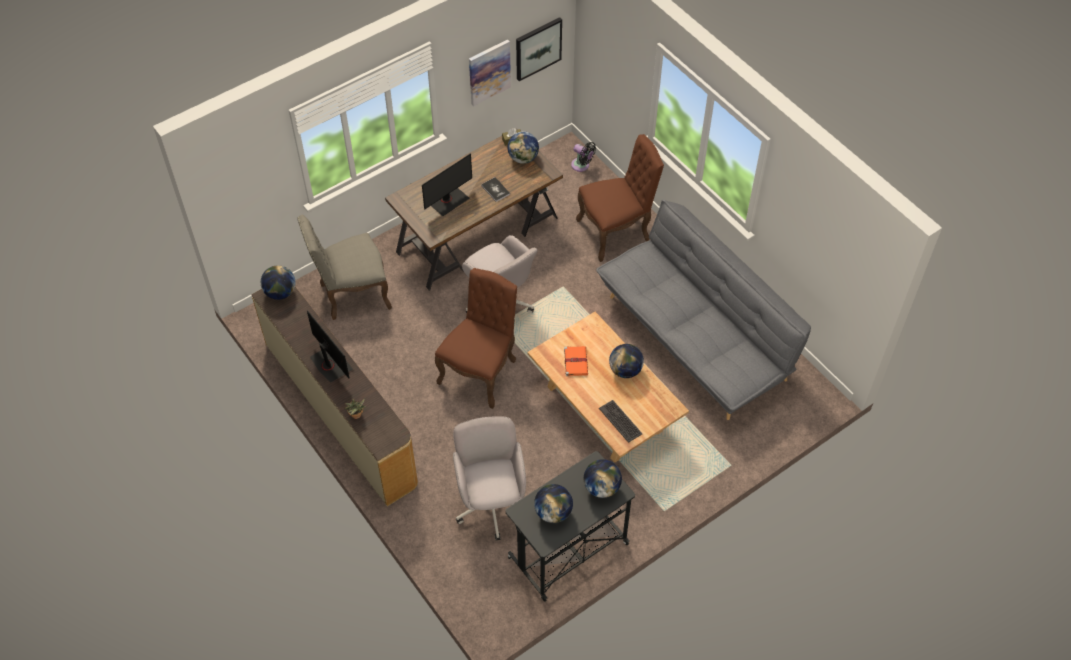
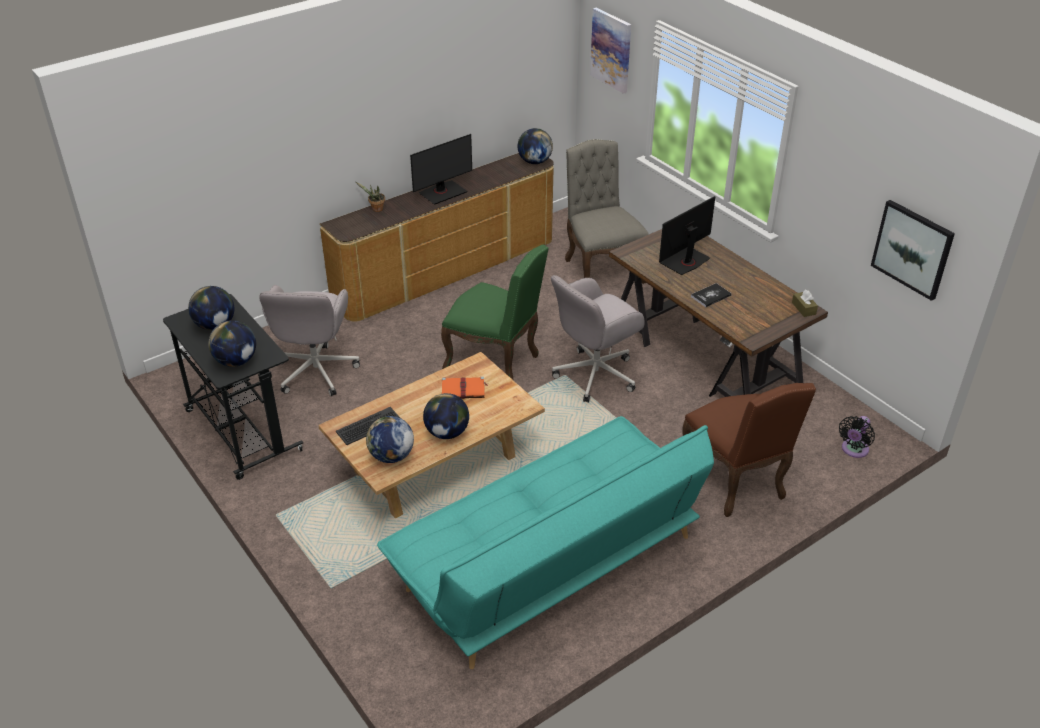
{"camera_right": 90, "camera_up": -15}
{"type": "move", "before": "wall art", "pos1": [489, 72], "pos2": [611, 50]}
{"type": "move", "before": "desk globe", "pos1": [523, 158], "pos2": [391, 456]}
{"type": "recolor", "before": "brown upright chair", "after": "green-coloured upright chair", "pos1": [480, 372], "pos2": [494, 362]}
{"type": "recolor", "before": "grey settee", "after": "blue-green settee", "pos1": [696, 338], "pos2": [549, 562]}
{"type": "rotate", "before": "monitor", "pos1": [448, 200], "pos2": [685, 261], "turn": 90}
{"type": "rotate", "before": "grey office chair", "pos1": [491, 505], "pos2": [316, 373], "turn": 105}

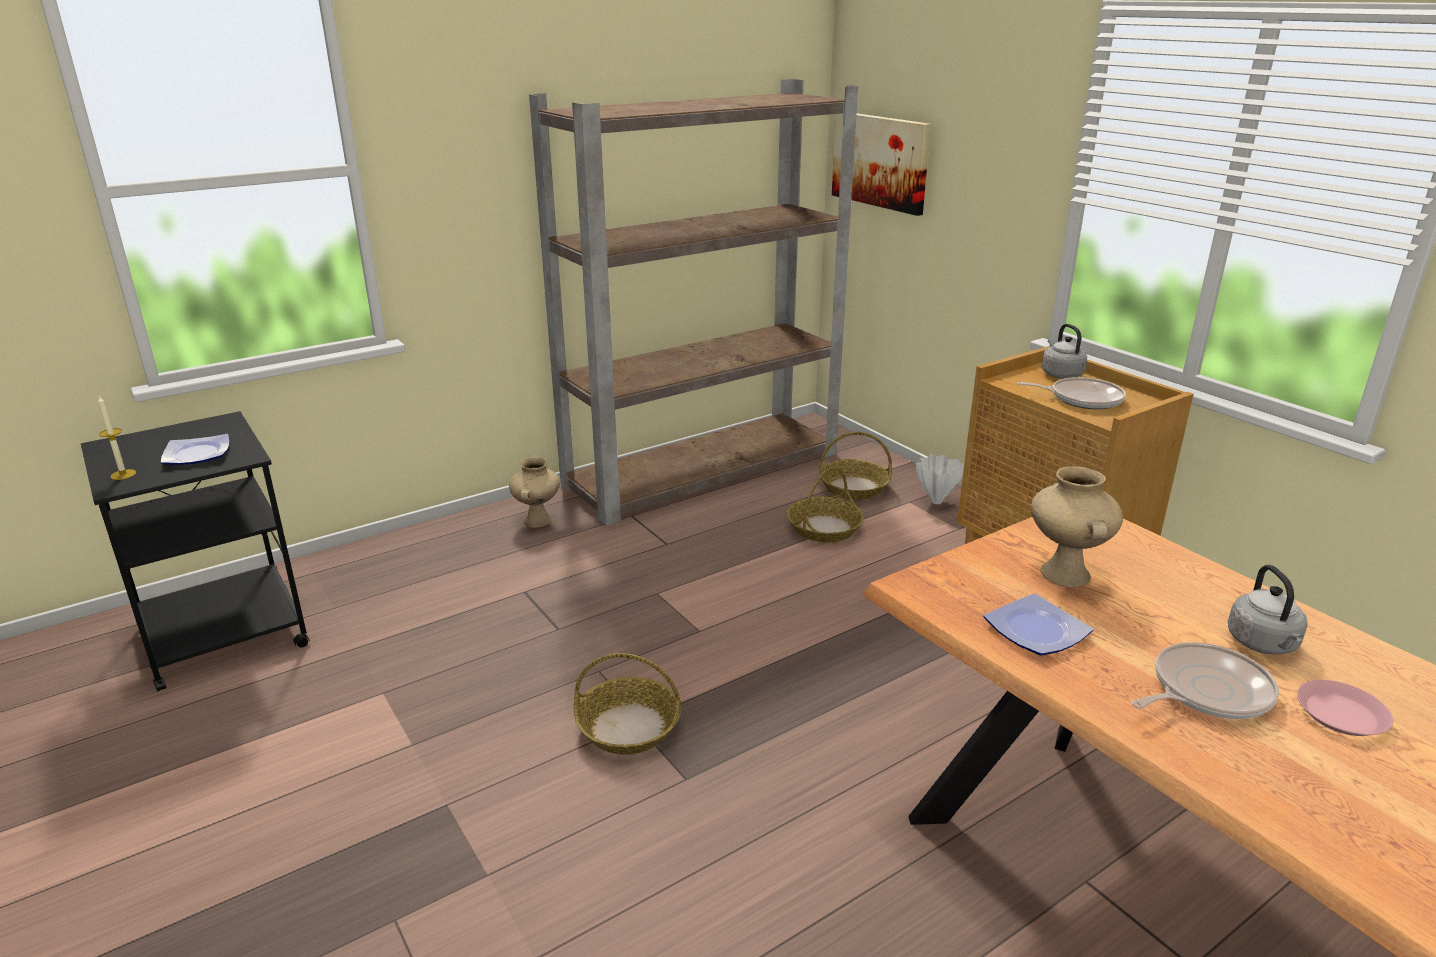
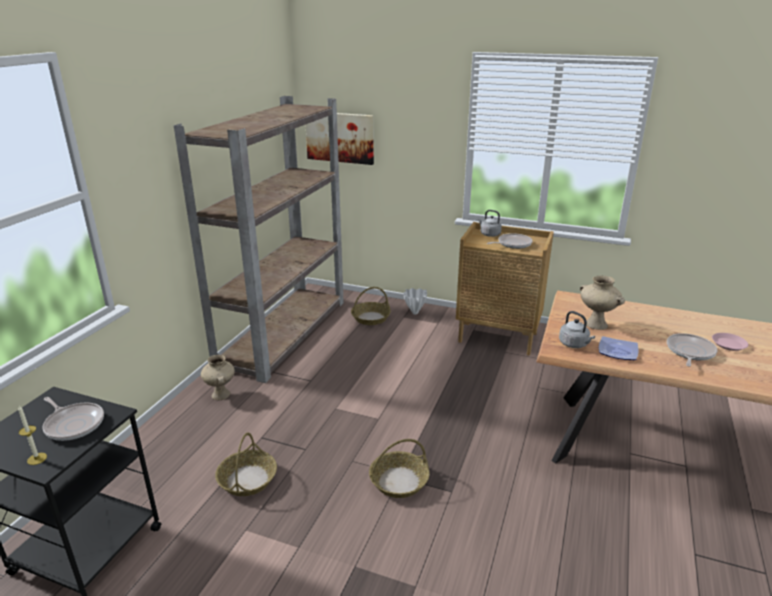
{"camera_right": -35, "camera_up": 0}
{"type": "move", "before": "basket", "pos1": [824, 528], "pos2": [247, 479]}
{"type": "move", "before": "grey tea kettle", "pos1": [1263, 644], "pos2": [574, 344]}
{"type": "replace", "before": "dinner plate", "after": "frying pan", "pos1": [198, 454], "pos2": [74, 424]}

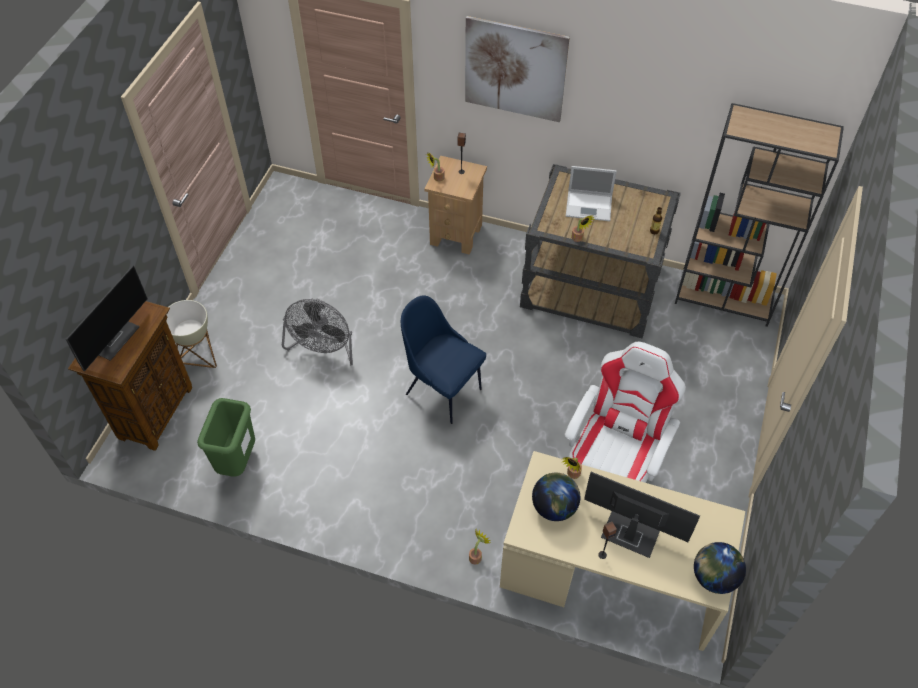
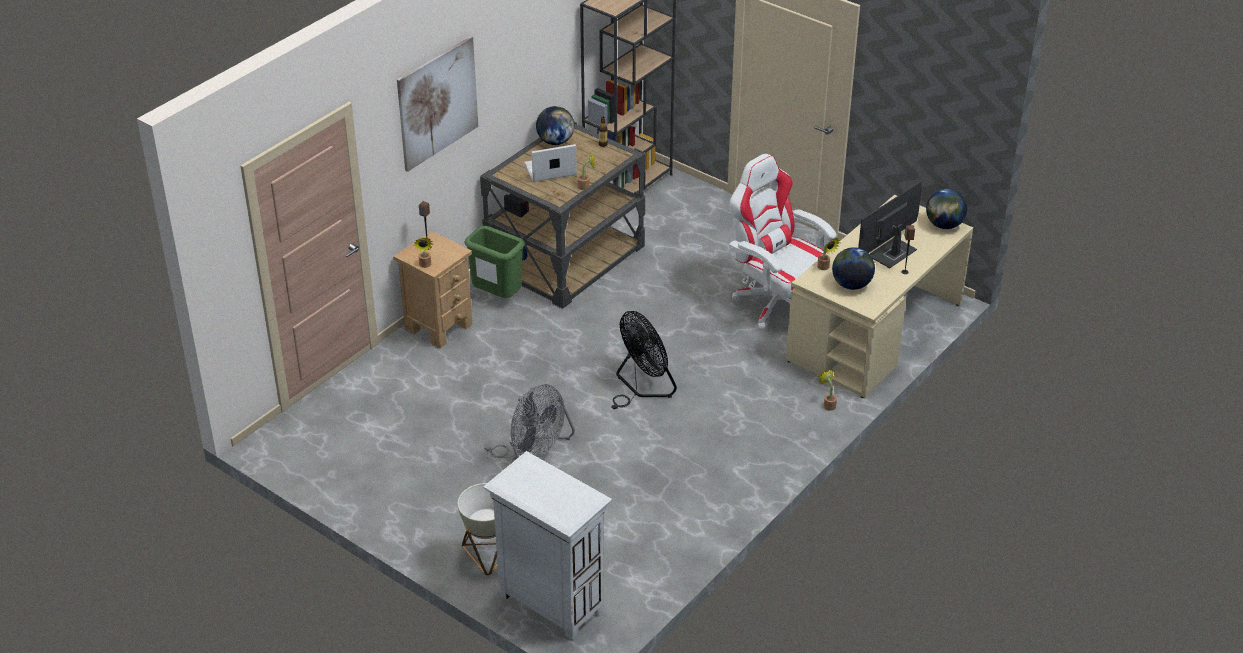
{"camera_right": -70, "camera_up": -15}
{"type": "delete", "before": "monitor", "pos1": [114, 338]}
{"type": "insert", "after": "desk globe", "pos2": [555, 141]}
{"type": "move", "before": "green-coloured waste bin", "pos1": [237, 461], "pos2": [496, 297]}
{"type": "replace", "before": "blue upright chair", "after": "blackish fan", "pos1": [442, 392], "pos2": [638, 384]}
{"type": "recolor", "before": "brown cupboard", "after": "white cupboard", "pos1": [155, 412], "pos2": [549, 603]}
{"type": "rotate", "before": "notebook computer", "pos1": [590, 206], "pos2": [549, 170], "turn": -135}

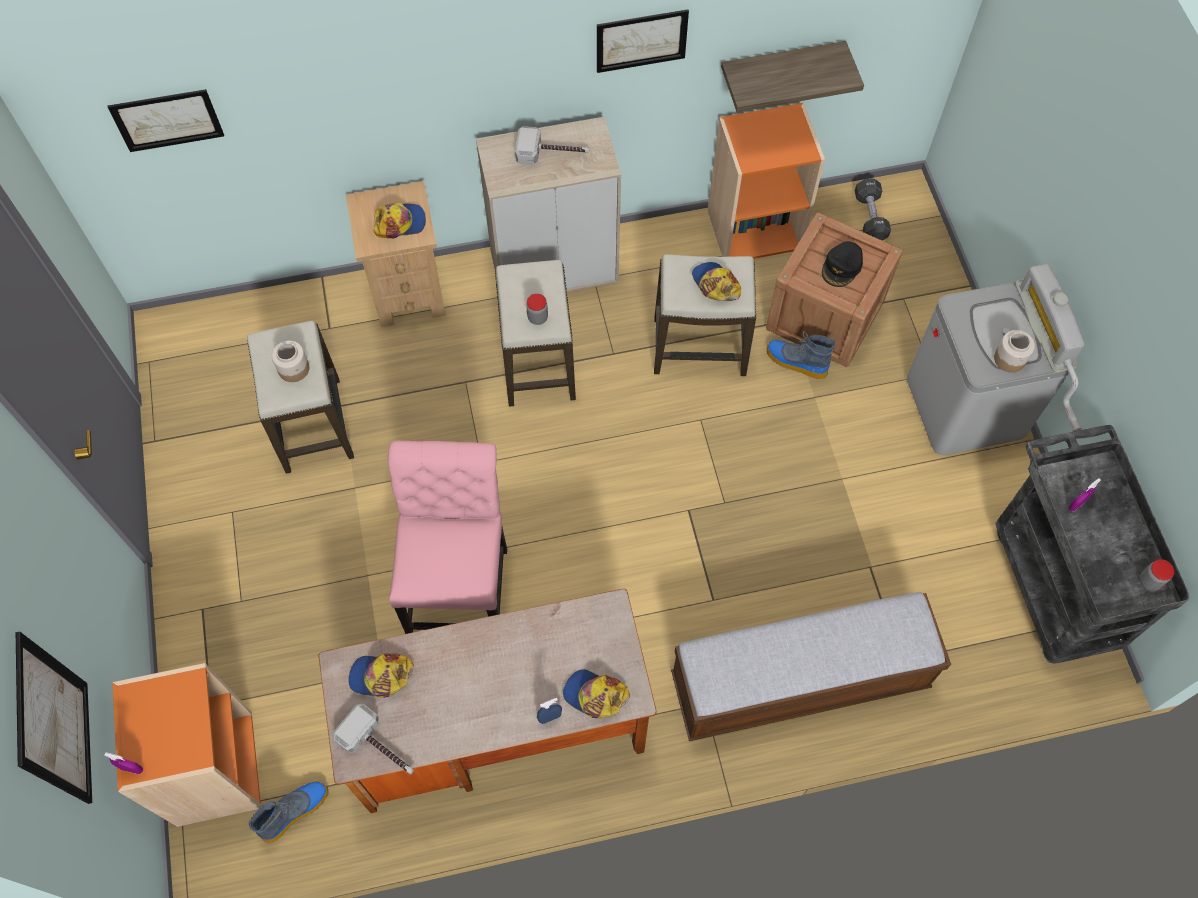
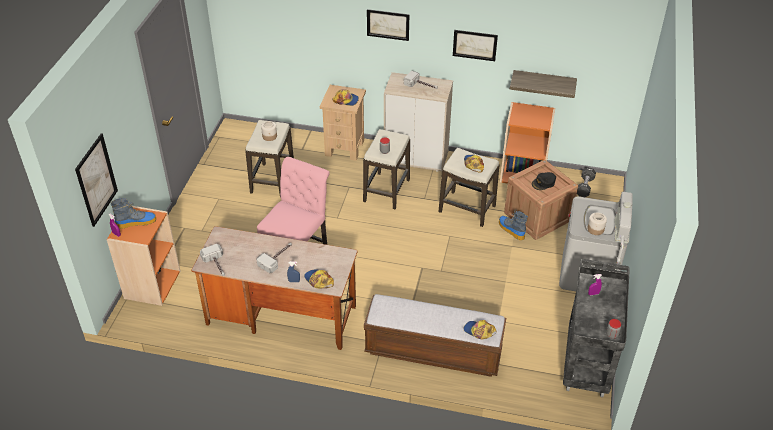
{"camera_right": 25, "camera_up": -20}
{"type": "insert", "after": "hand hammer", "pos2": [277, 258]}
{"type": "move", "before": "wall art", "pos1": [167, 120], "pos2": [388, 24]}
{"type": "move", "before": "boot", "pos1": [295, 811], "pos2": [136, 222]}
{"type": "move", "before": "peaked cap", "pos1": [381, 676], "pos2": [479, 331]}

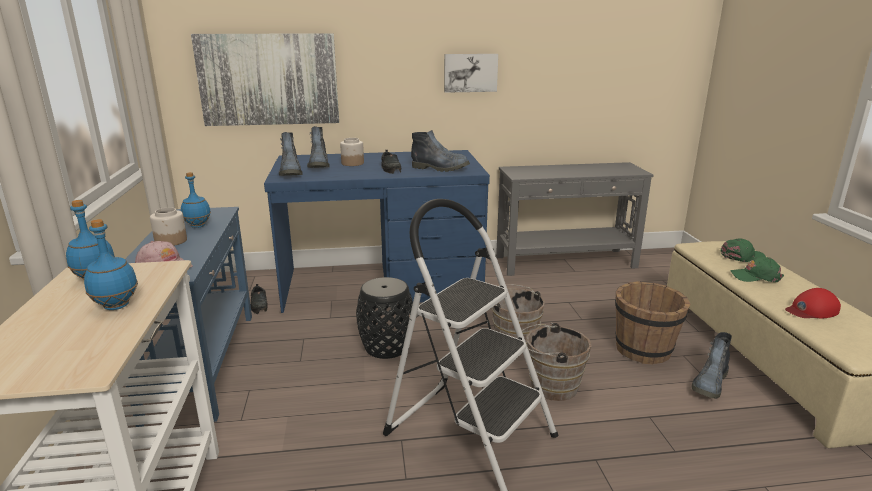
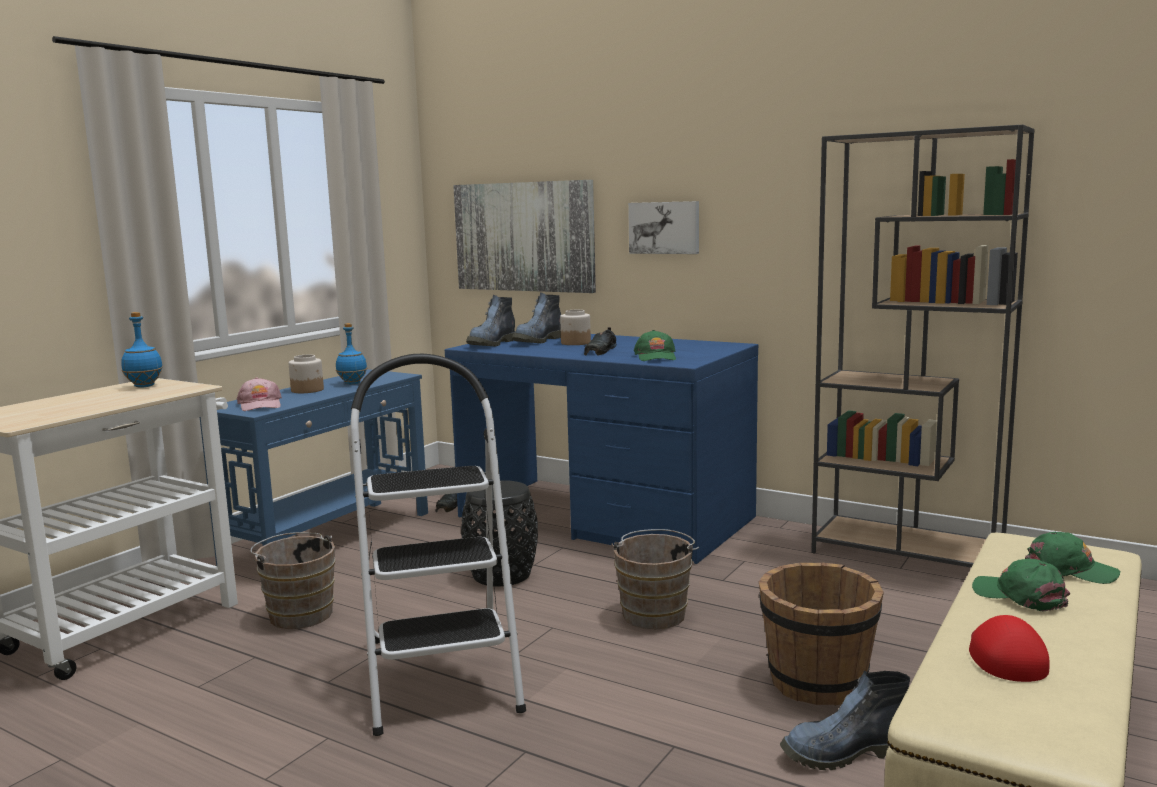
{"camera_right": 40, "camera_up": -10}
{"type": "delete", "before": "blue beverage bottle", "pos1": [117, 306]}
{"type": "move", "before": "wall art", "pos1": [470, 72], "pos2": [664, 227]}
{"type": "move", "before": "brown water bucket", "pos1": [549, 386], "pos2": [299, 613]}
{"type": "replace", "before": "boot", "after": "green-coloured peaked cap", "pos1": [441, 168], "pos2": [656, 357]}
{"type": "replace", "before": "grey narrow table", "after": "shelving unit", "pos1": [566, 262], "pos2": [908, 554]}
{"type": "rotate", "before": "reddish peaked cap", "pos1": [811, 310], "pos2": [1005, 656], "turn": 75}

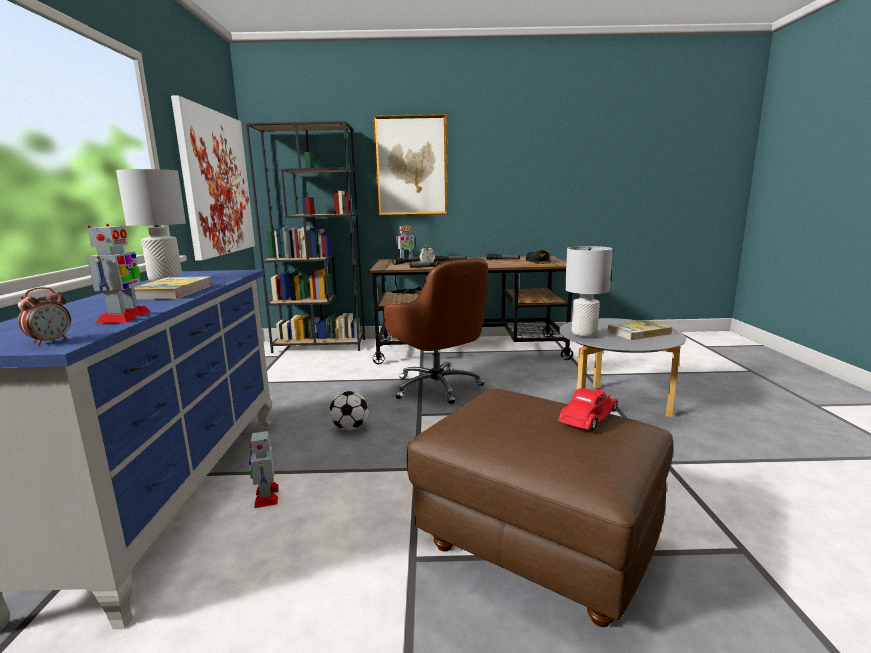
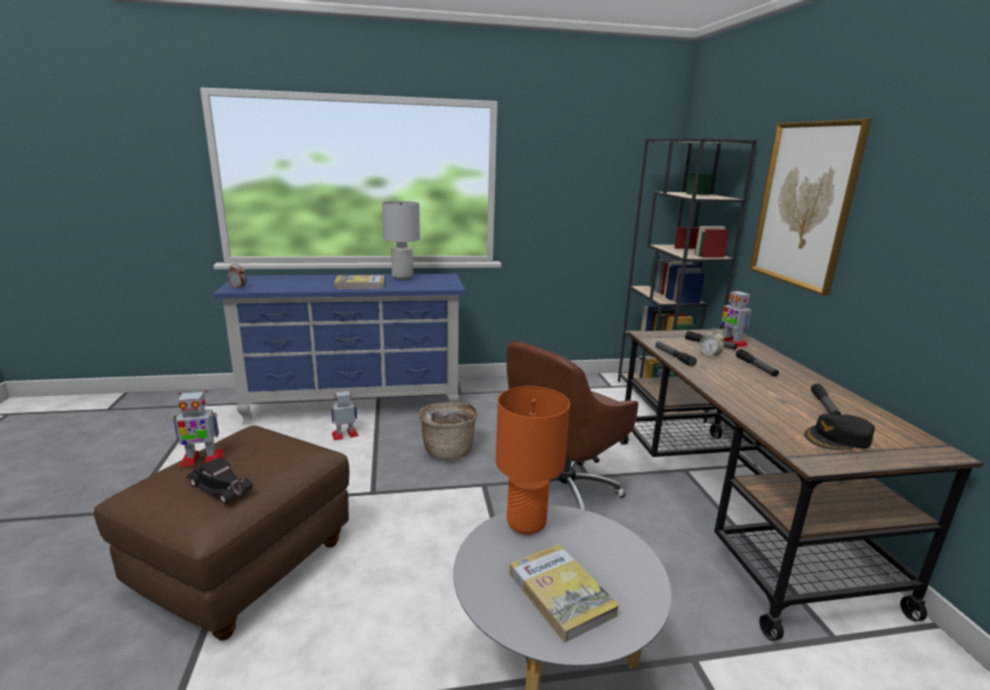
{"camera_right": 80, "camera_up": 5}
{"type": "delete", "before": "wall art", "pos1": [217, 183]}
{"type": "move", "before": "toy robot", "pos1": [124, 317], "pos2": [201, 459]}
{"type": "replace", "before": "ball for football", "after": "basket", "pos1": [350, 428], "pos2": [448, 450]}
{"type": "recolor", "before": "reddish model car", "after": "blackish model car", "pos1": [588, 417], "pos2": [219, 486]}
{"type": "recolor", "before": "grey tabletop lamp", "after": "orange tabletop lamp", "pos1": [584, 335], "pos2": [525, 525]}

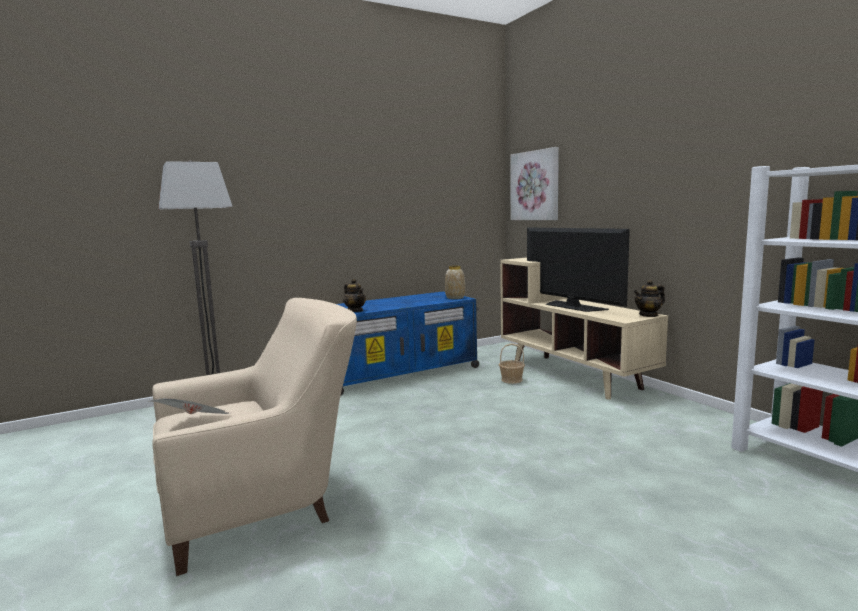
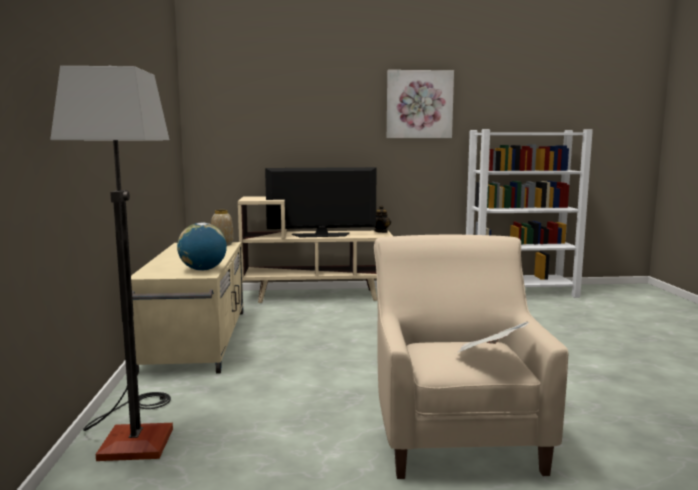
{"camera_right": -65, "camera_up": 0}
{"type": "delete", "before": "basket", "pos1": [511, 380]}
{"type": "move", "before": "wall art", "pos1": [535, 185], "pos2": [419, 104]}
{"type": "replace", "before": "teapot", "after": "desk globe", "pos1": [355, 311], "pos2": [203, 270]}
{"type": "recolor", "before": "blue cupboard", "after": "beige-coloured cupboard", "pos1": [399, 372], "pos2": [197, 339]}

